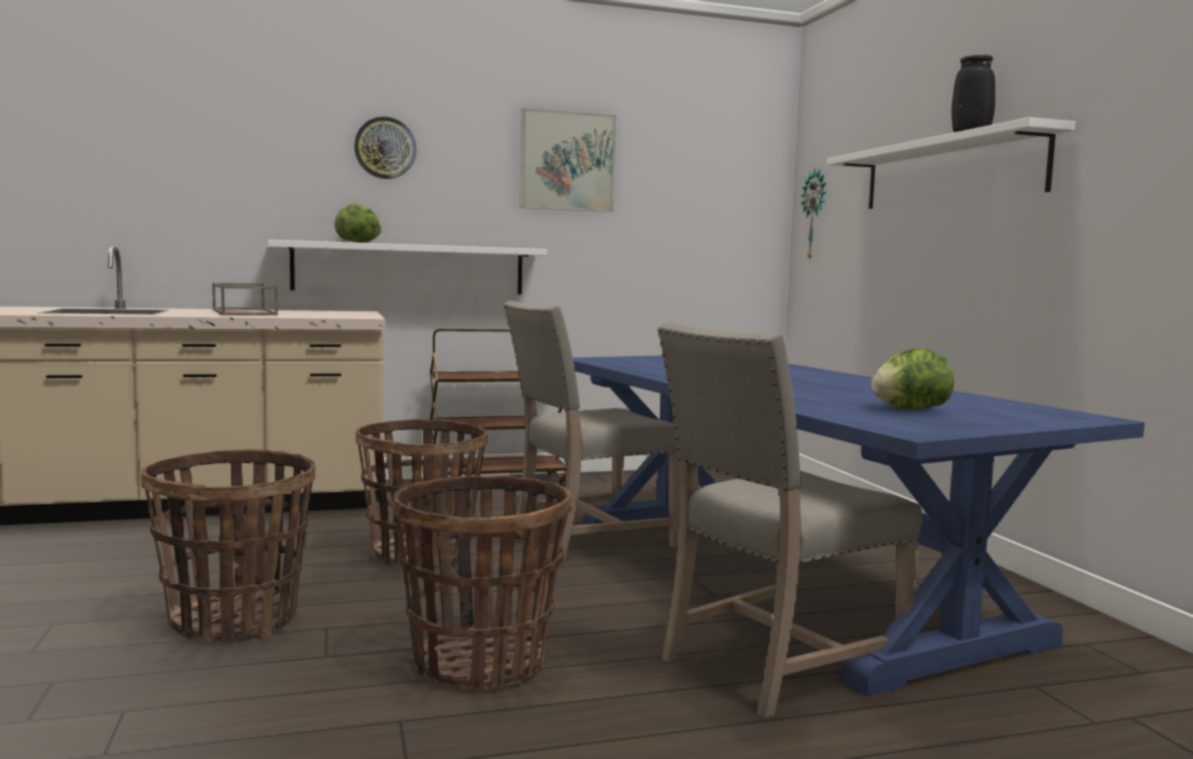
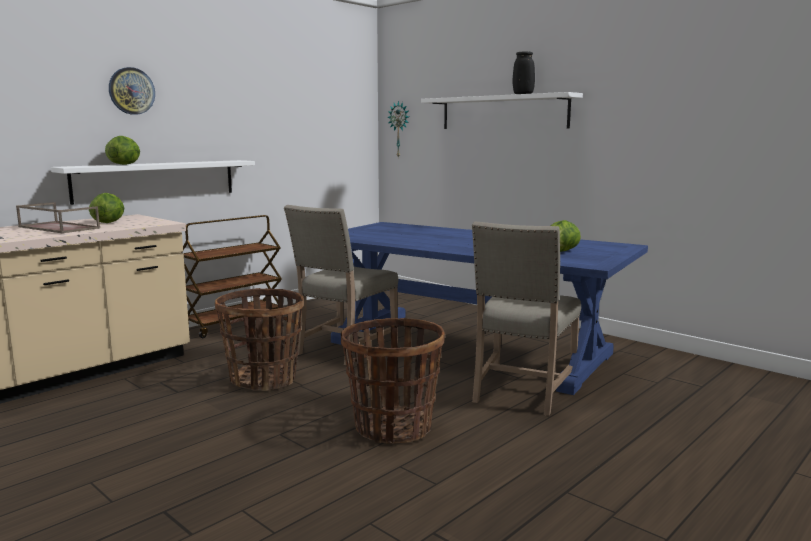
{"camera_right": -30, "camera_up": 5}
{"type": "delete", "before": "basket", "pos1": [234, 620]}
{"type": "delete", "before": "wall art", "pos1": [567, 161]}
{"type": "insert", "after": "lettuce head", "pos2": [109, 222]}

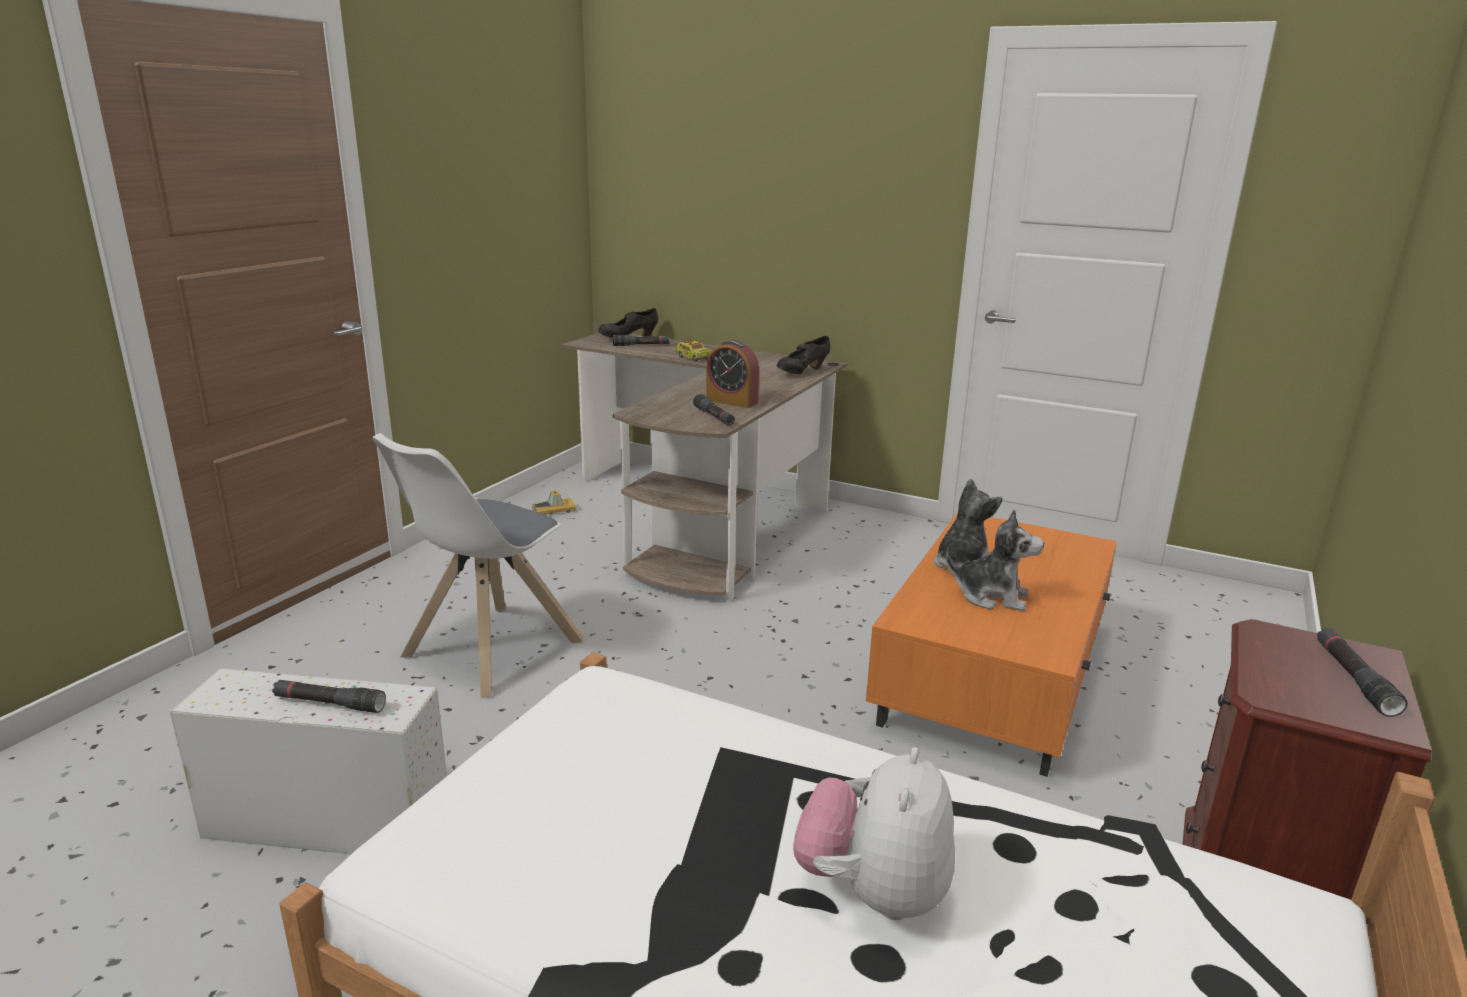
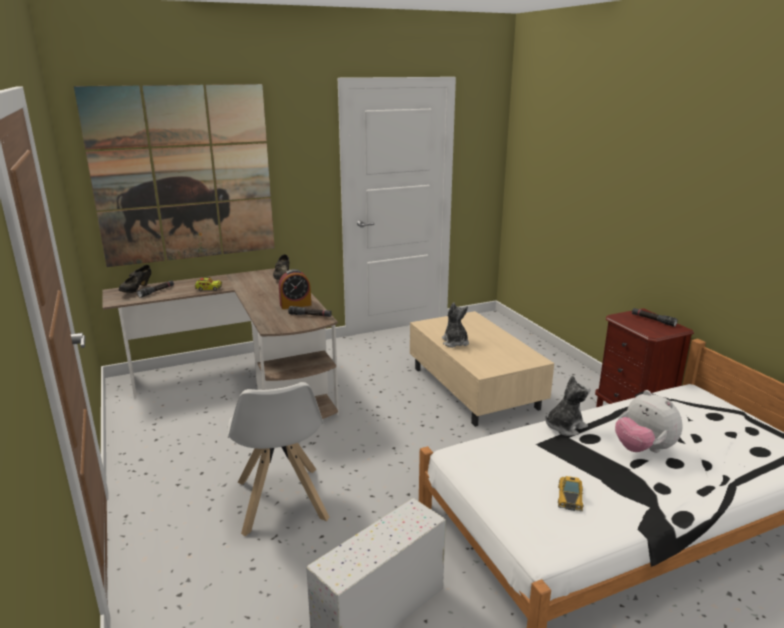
{"camera_right": -50, "camera_up": 0}
{"type": "delete", "before": "blackish torch", "pos1": [329, 704]}
{"type": "insert", "after": "wall art", "pos2": [184, 175]}
{"type": "move", "before": "model car", "pos1": [555, 510], "pos2": [570, 496]}
{"type": "move", "before": "cuddly toy", "pos1": [991, 596], "pos2": [564, 426]}
{"type": "recolor", "before": "orange coffee table", "after": "beige-coloured coffee table", "pos1": [993, 676], "pos2": [473, 387]}

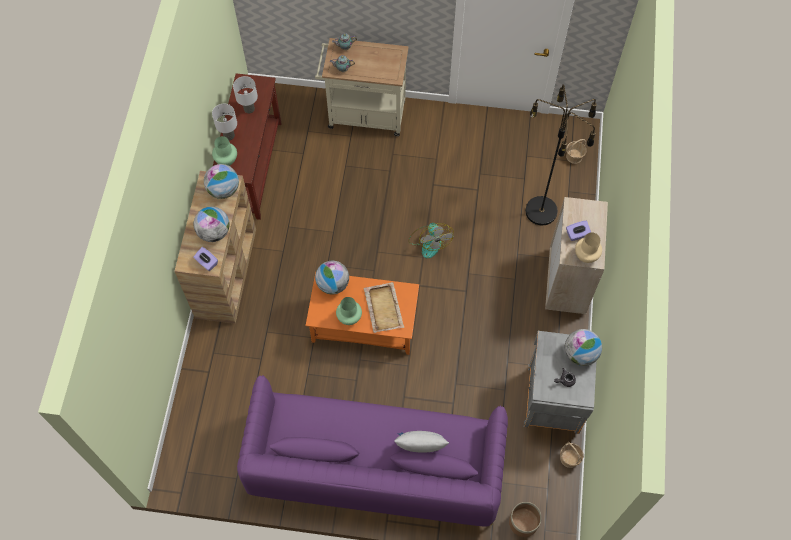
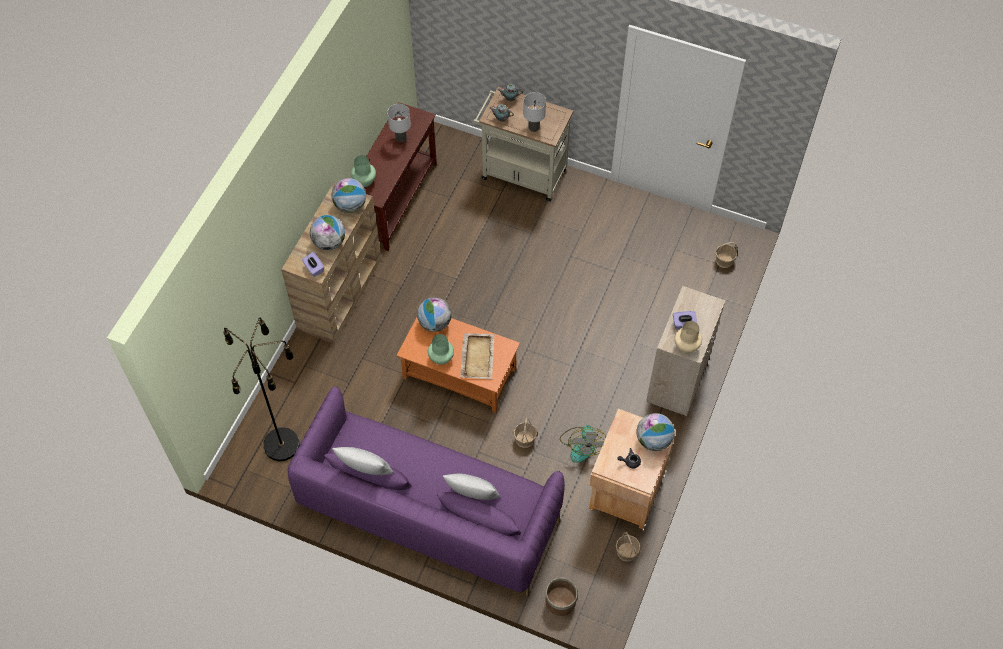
{"camera_right": 15, "camera_up": -5}
{"type": "insert", "after": "grey throw pillow", "pos2": [365, 471]}
{"type": "insert", "after": "basket", "pos2": [524, 439]}
{"type": "move", "before": "white tabletop lamp", "pos1": [229, 136], "pos2": [534, 128]}
{"type": "move", "before": "fan", "pos1": [429, 242], "pos2": [582, 444]}
{"type": "move", "before": "standard lamp", "pos1": [542, 211], "pos2": [282, 445]}
{"type": "recolor", "before": "grey wheeled cart", "after": "brown wheeled cart", "pos1": [552, 402], "pos2": [626, 493]}

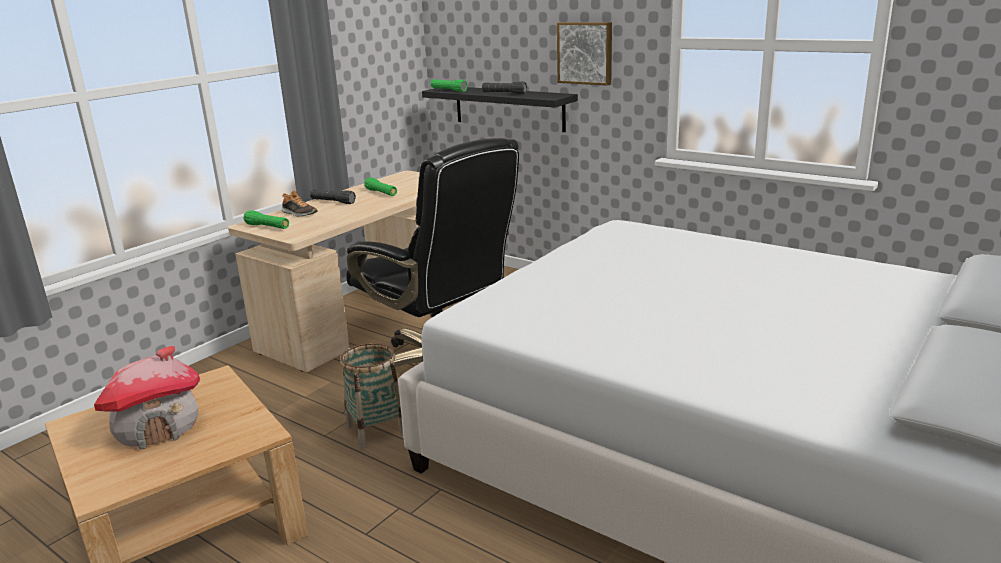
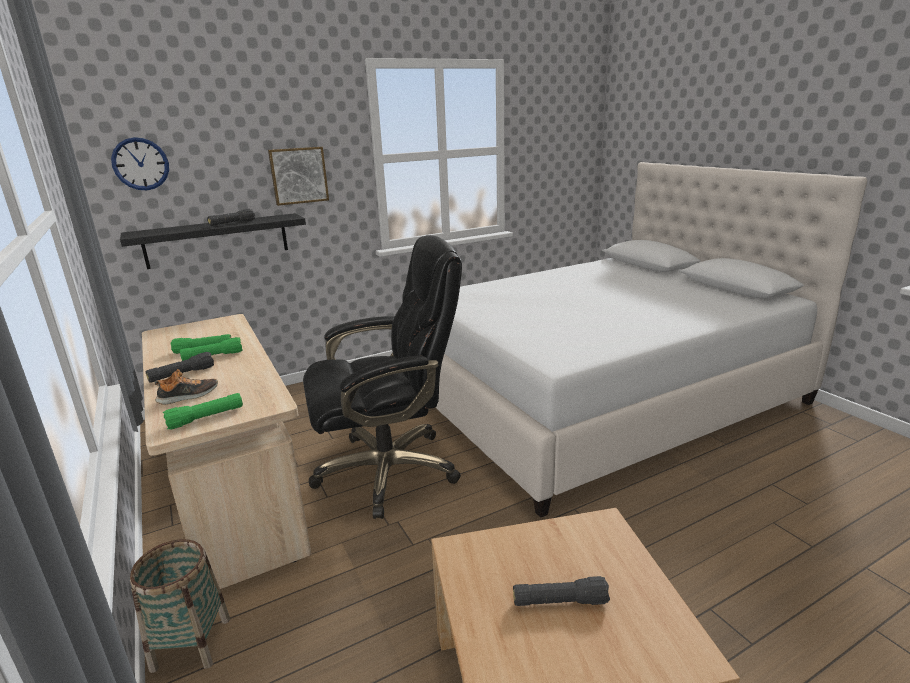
{"camera_right": -65, "camera_up": 0}
{"type": "insert", "after": "clock on the wall", "pos2": [140, 164]}
{"type": "move", "before": "basket", "pos1": [376, 430], "pos2": [191, 643]}
{"type": "move", "before": "green-coloured torch", "pos1": [448, 90], "pos2": [213, 356]}
{"type": "replace", "before": "toy house", "after": "blackish torch", "pos1": [158, 428], "pos2": [559, 602]}

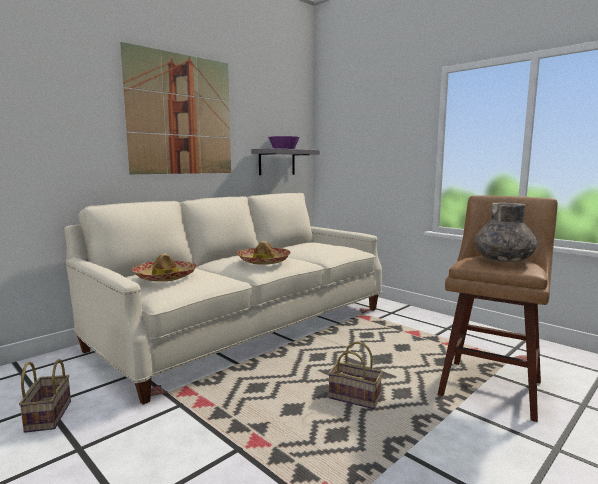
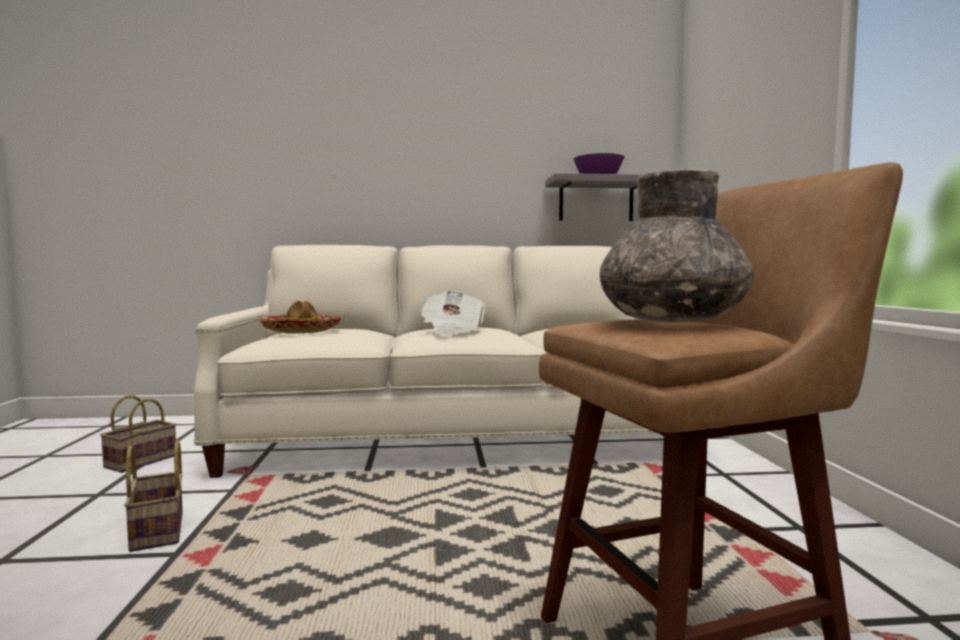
{"camera_right": 40, "camera_up": -5}
{"type": "delete", "before": "wall art", "pos1": [181, 115]}
{"type": "move", "before": "basket", "pos1": [356, 397], "pos2": [159, 531]}
{"type": "replace", "before": "hat", "after": "daily paper", "pos1": [263, 261], "pos2": [452, 331]}

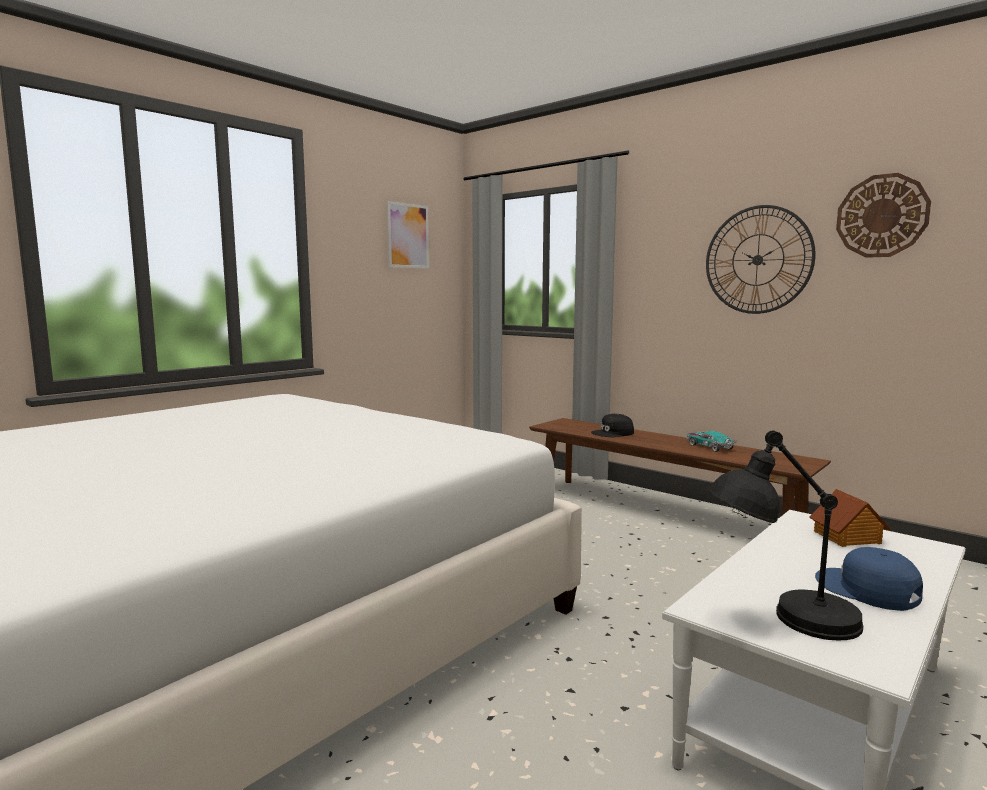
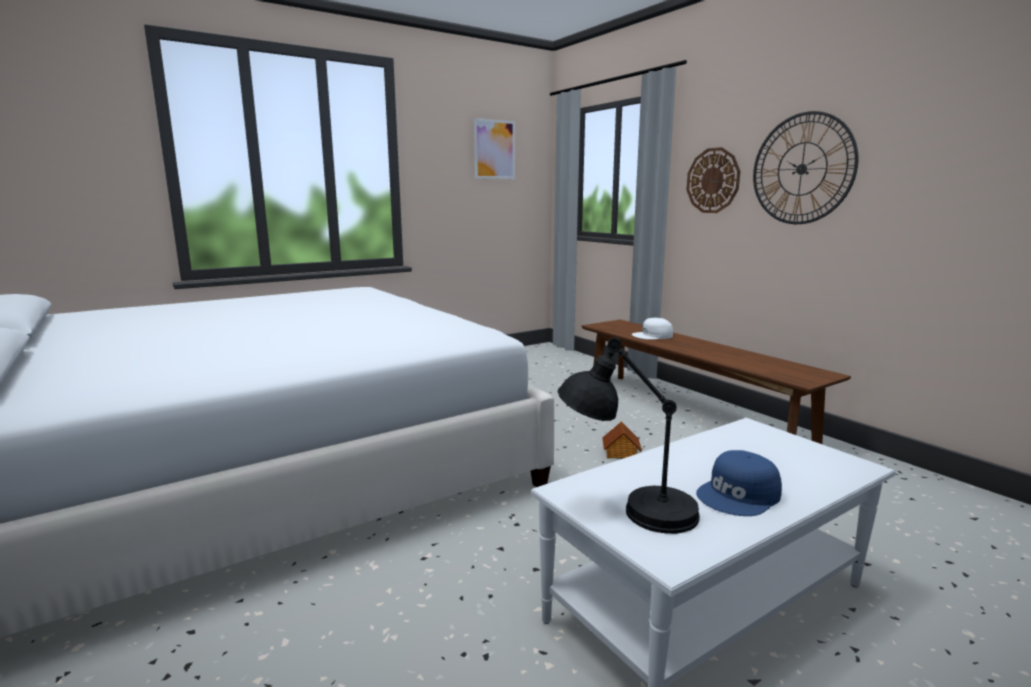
{"camera_right": 15, "camera_up": 5}
{"type": "delete", "before": "model car", "pos1": [709, 447]}
{"type": "move", "before": "toy house", "pos1": [847, 537], "pos2": [620, 453]}
{"type": "move", "before": "clock on the wall", "pos1": [882, 216], "pos2": [713, 180]}
{"type": "recolor", "before": "blackish peaked cap", "after": "white peaked cap", "pos1": [613, 433], "pos2": [653, 336]}
{"type": "rotate", "before": "blue peaked cap", "pos1": [867, 589], "pos2": [739, 495], "turn": -105}

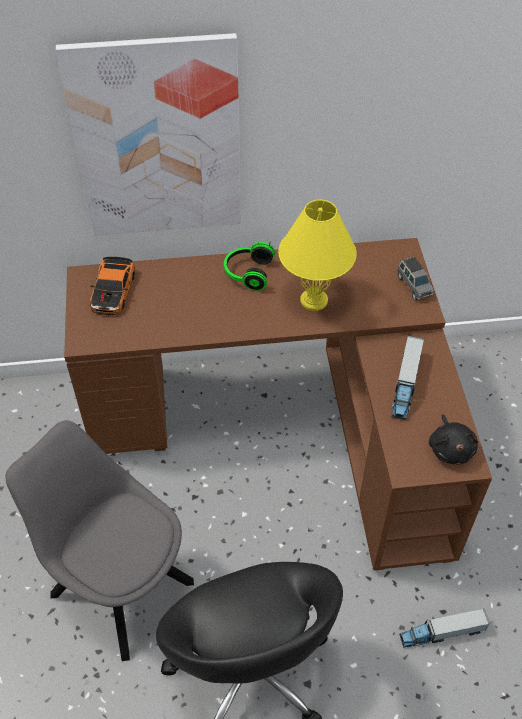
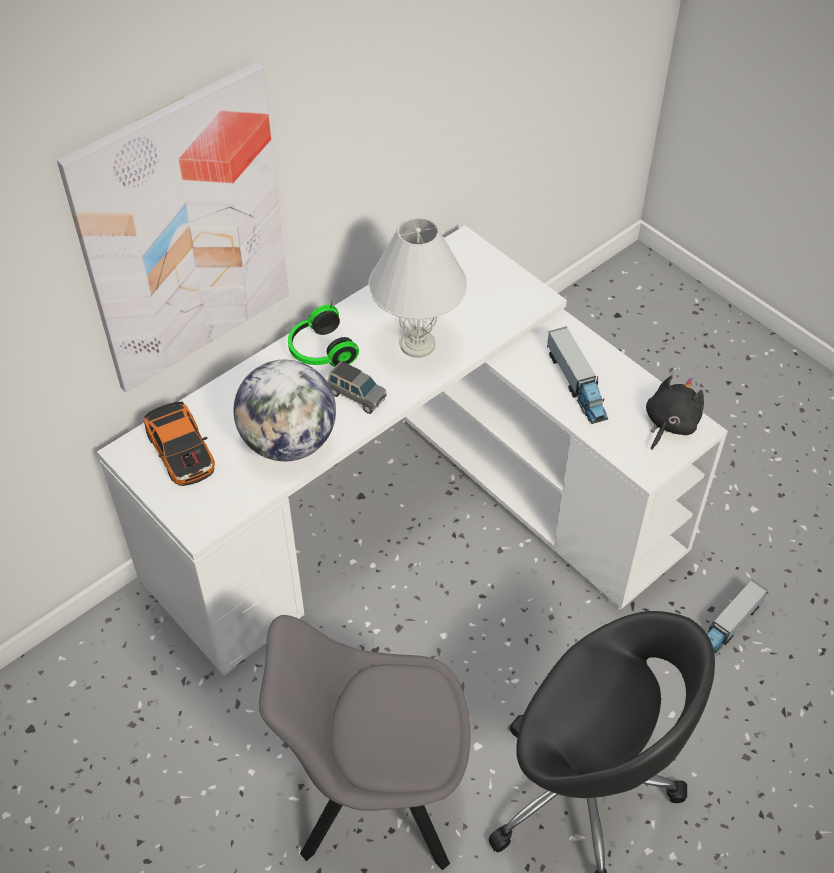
{"camera_right": -35, "camera_up": 0}
{"type": "insert", "after": "desk globe", "pos2": [289, 442]}
{"type": "move", "before": "grey model car", "pos1": [413, 286], "pos2": [356, 396]}
{"type": "recolor", "before": "brown desk", "after": "white desk", "pos1": [289, 425], "pos2": [414, 513]}
{"type": "recolor", "before": "yellow-coloured tabletop lamp", "after": "white tabletop lamp", "pos1": [314, 300], "pos2": [418, 344]}
{"type": "rotate", "before": "blackish cuddly toy", "pos1": [450, 448], "pos2": [669, 424], "turn": -105}

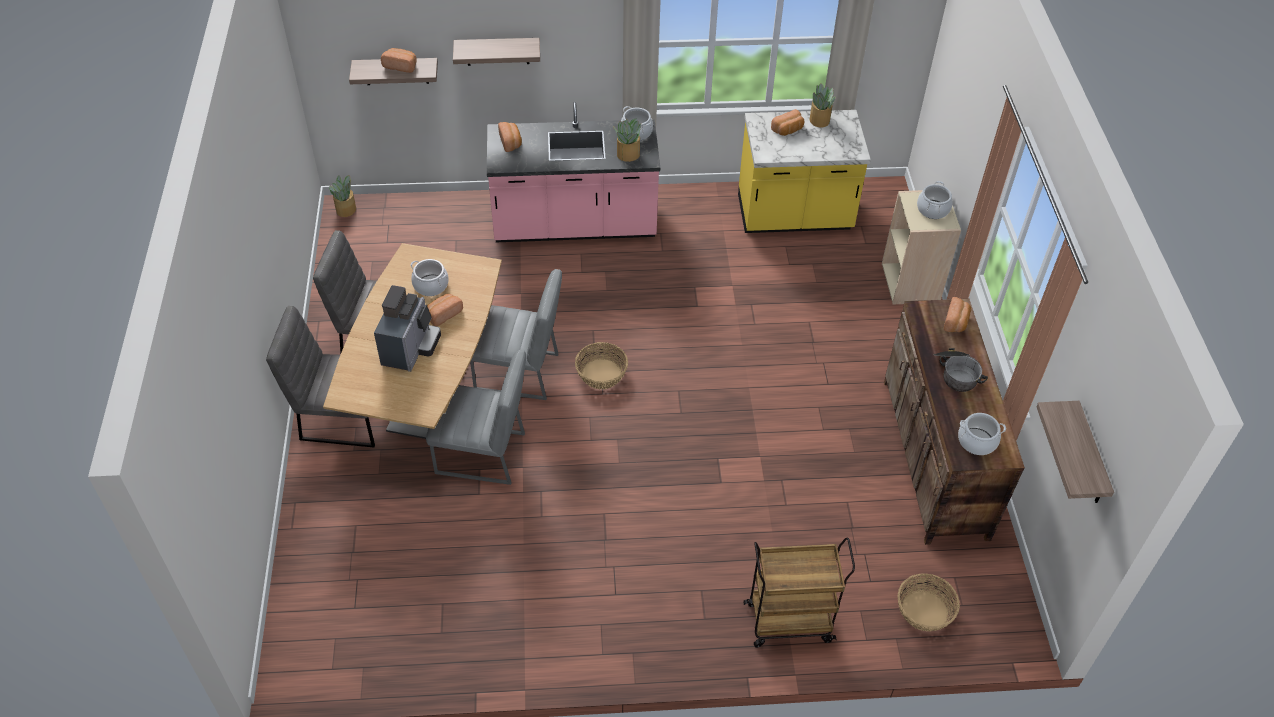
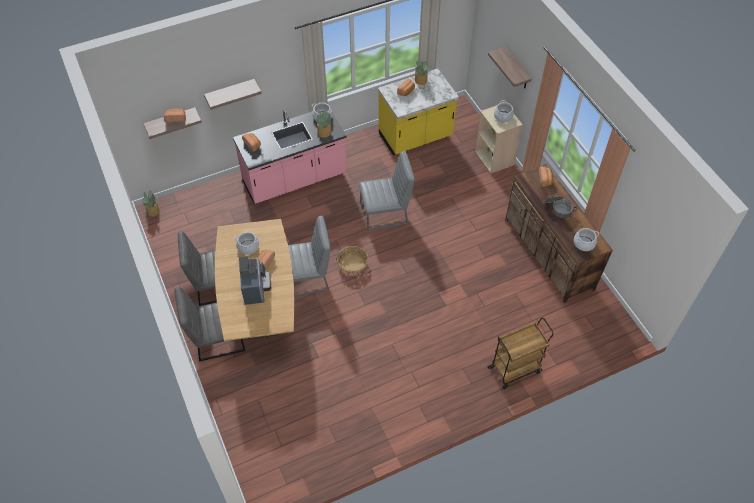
{"camera_right": -20, "camera_up": 5}
{"type": "delete", "before": "basket", "pos1": [924, 611]}
{"type": "move", "before": "grey upright chair", "pos1": [483, 454], "pos2": [385, 214]}
{"type": "move", "before": "bracket shelf", "pos1": [1090, 457], "pos2": [517, 69]}

